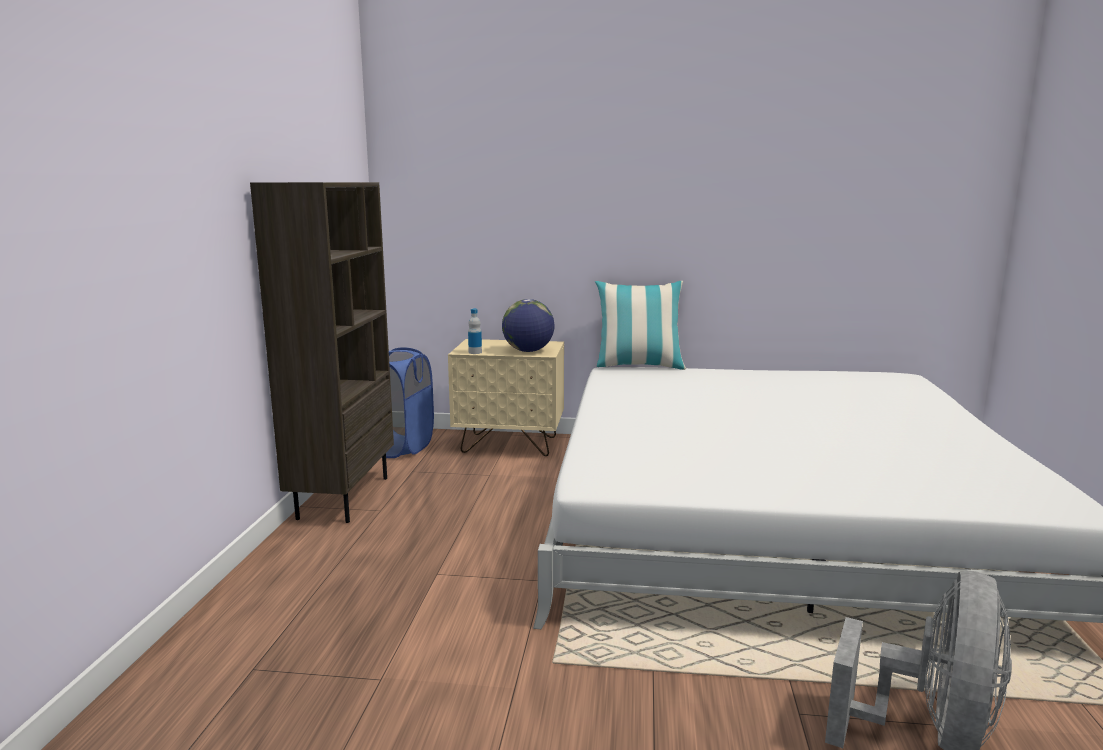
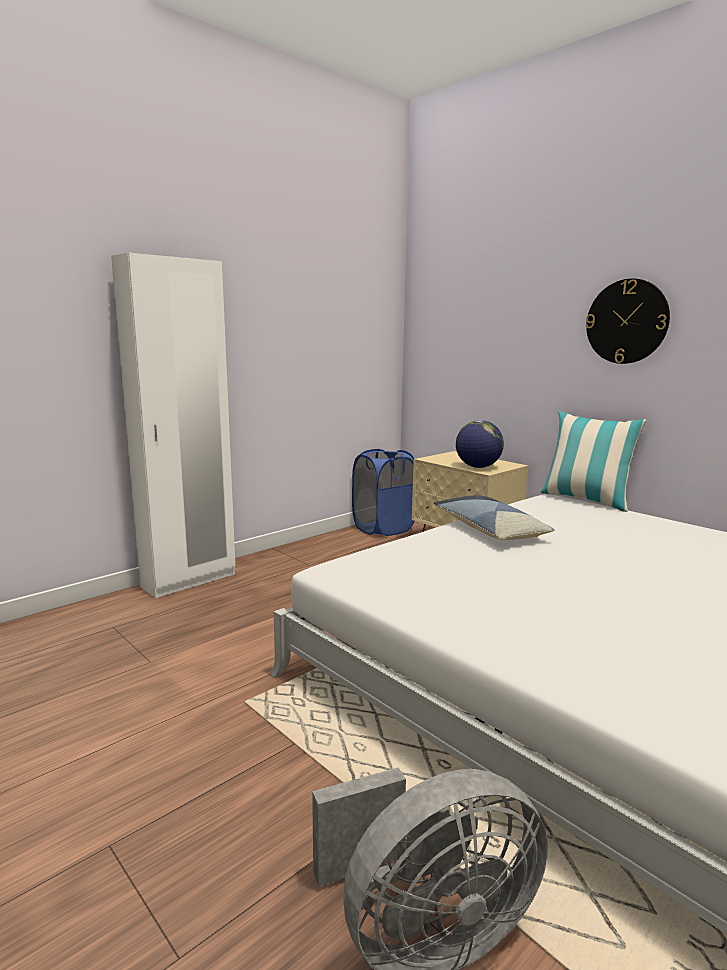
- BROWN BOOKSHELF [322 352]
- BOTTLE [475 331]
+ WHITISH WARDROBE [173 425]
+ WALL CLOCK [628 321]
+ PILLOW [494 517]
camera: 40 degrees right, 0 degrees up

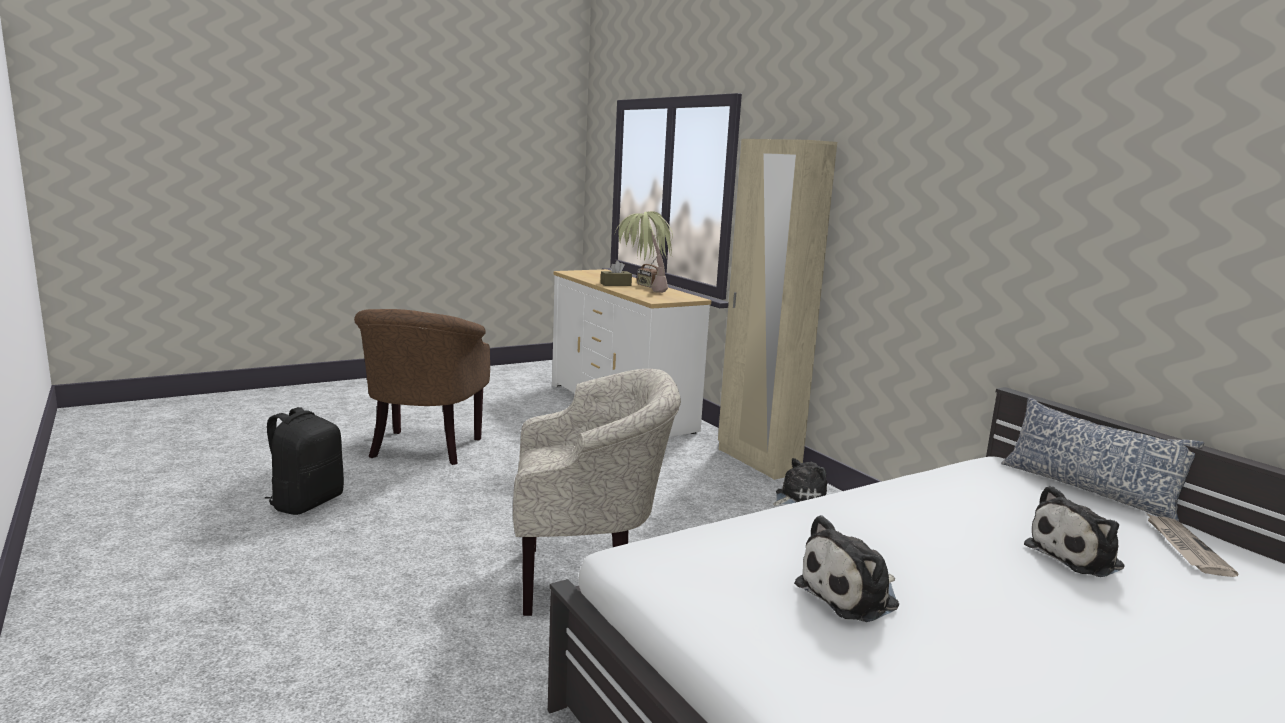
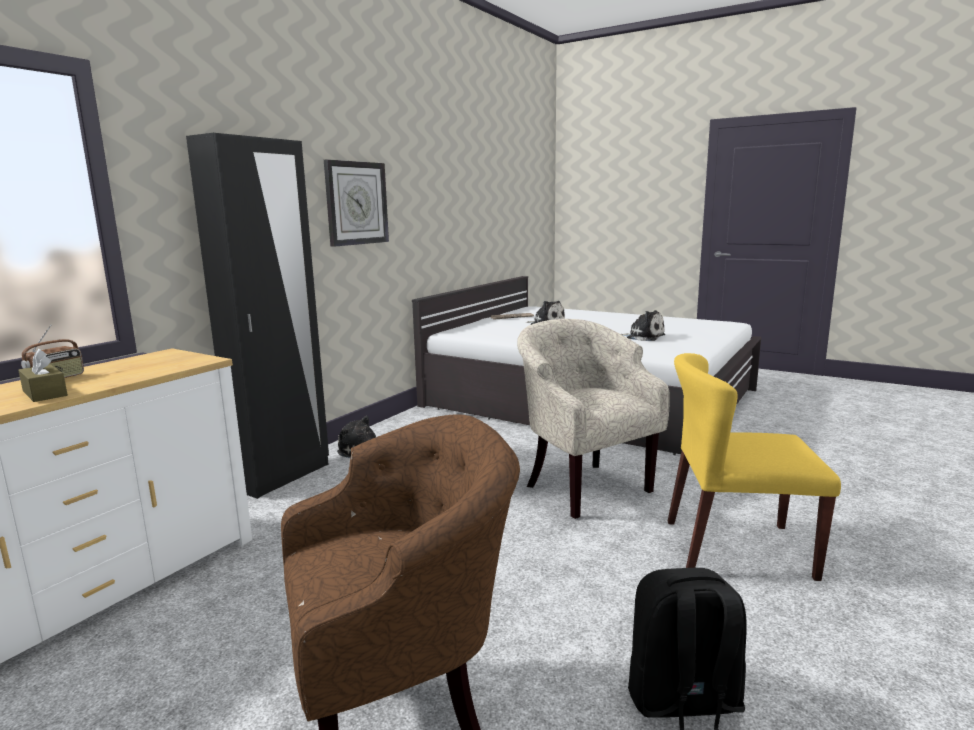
~ SAND-COLOURED WARDROBE [777 309] to BLACKISH WARDROBE [257 316]
- HOUSEPLANT [644 252]
- PILLOW [1102 459]
+ WALL CLOCK [356 203]
+ YELLOWISH UPRIGHT CHAIR [754 467]
camera: 115 degrees left, 0 degrees up

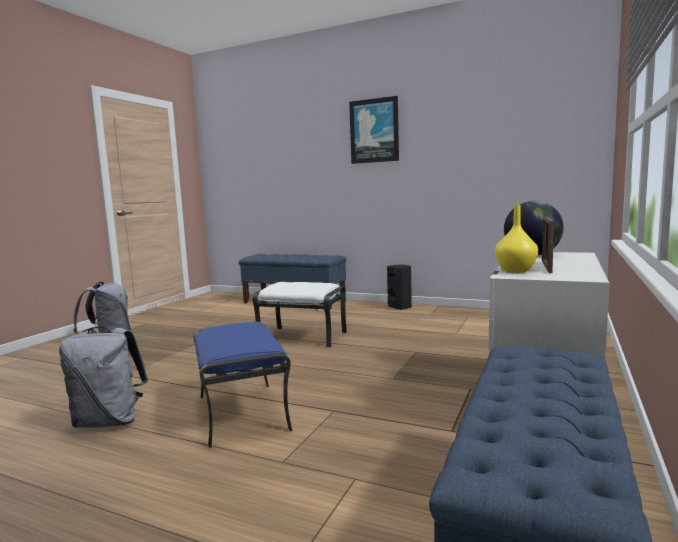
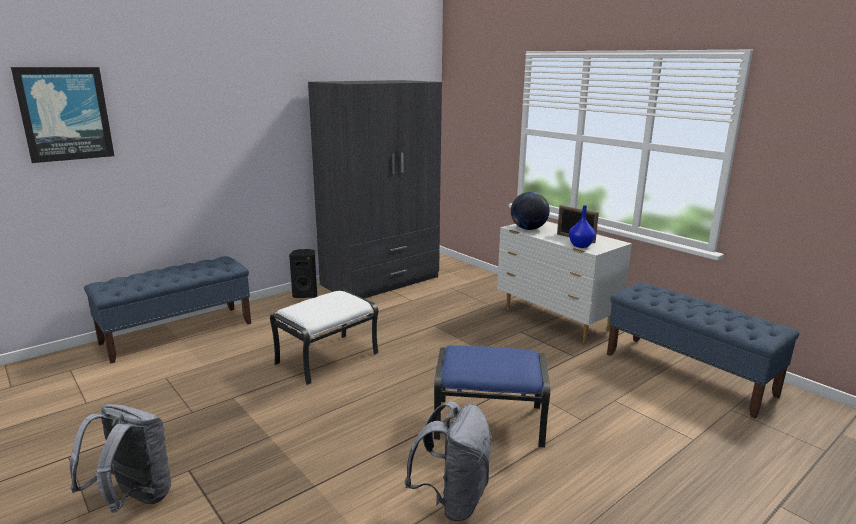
~ WALL ART [374 130] to [62 115]
~ YELLOWISH VASE [516 239] to BLUE-COLOURED VASE [582 226]
+ GRAY WARDROBE [375 189]
camera: 65 degrees left, 10 degrees up

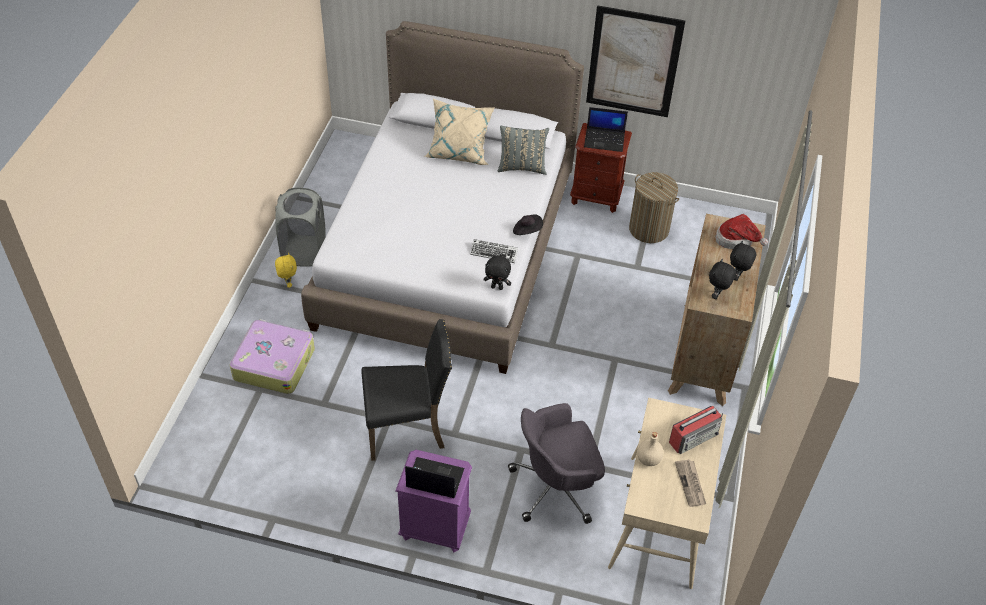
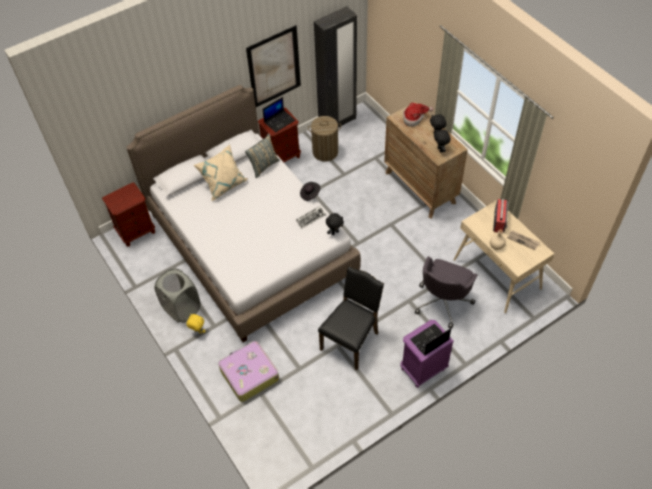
+ BLACKISH WARDROBE [335 67]
+ BROWN NIGHT TABLE [128 214]
camera: 45 degrees left, 5 degrees up

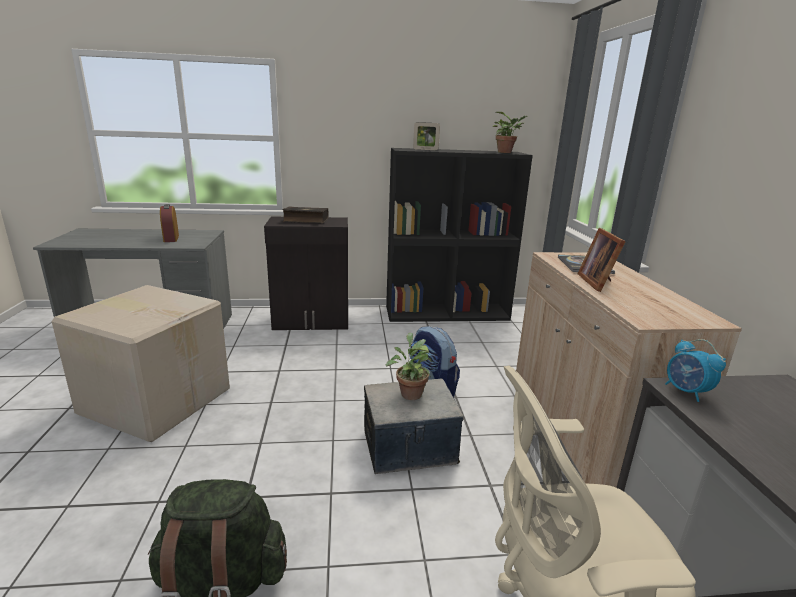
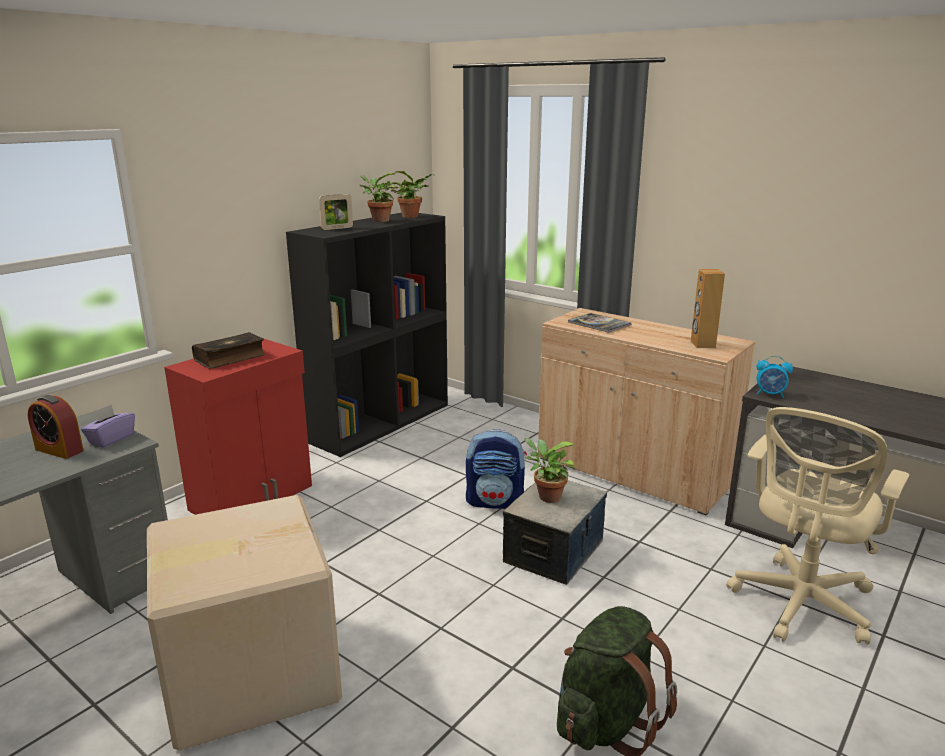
~ BLACKISH CUPBOARD [306 273] to RED CUPBOARD [238 426]
- STANDING FRAME [601 260]
+ HOUSEPLANT [378 197]
+ BROWN AUDIO SPEAKER [708 308]
+ PURPLISH BOX OF TISSUES [108 426]
camera: 45 degrees left, 0 degrees up

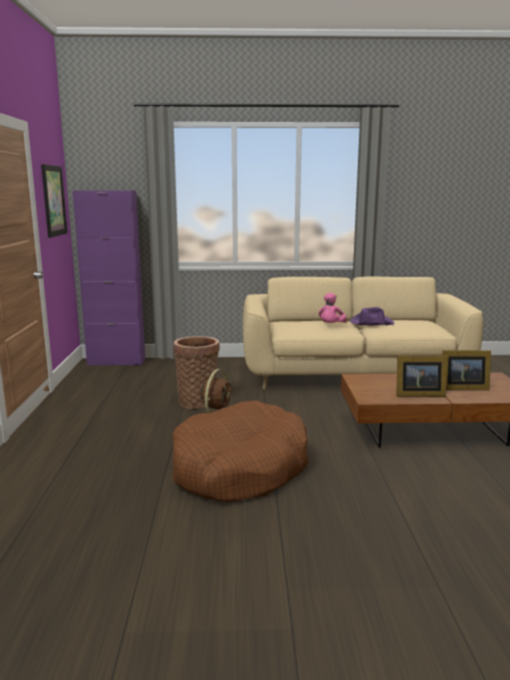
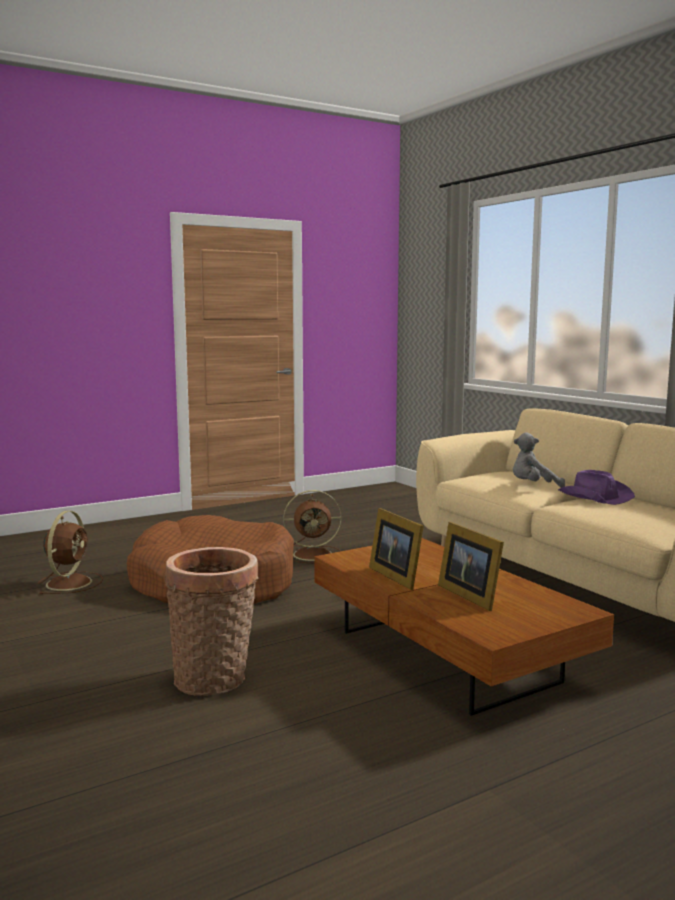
- WALL ART [54 201]
- PURPLISH CUPBOARD [109 278]
~ PINK SOFT TOY [333 308] to GRAY SOFT TOY [539 460]
~ HOUSEHOLD BASKET [196 372] to [212 621]
+ BROWN ELECTRIC FAN [70 552]
camera: 60 degrees right, 5 degrees down

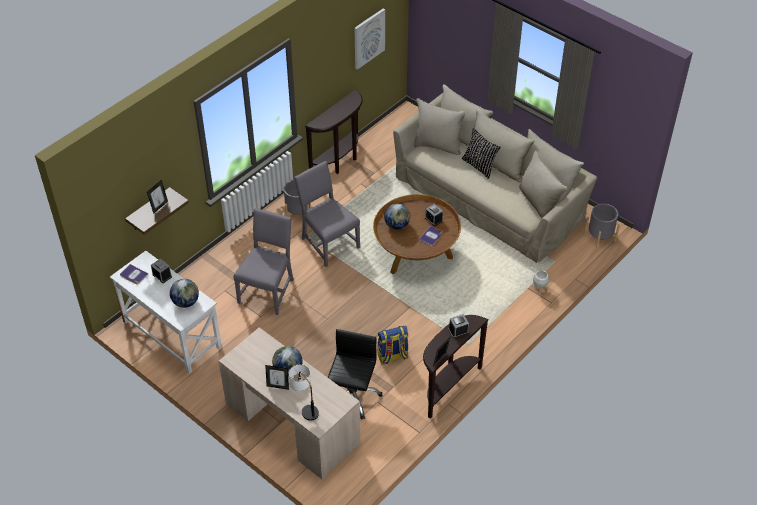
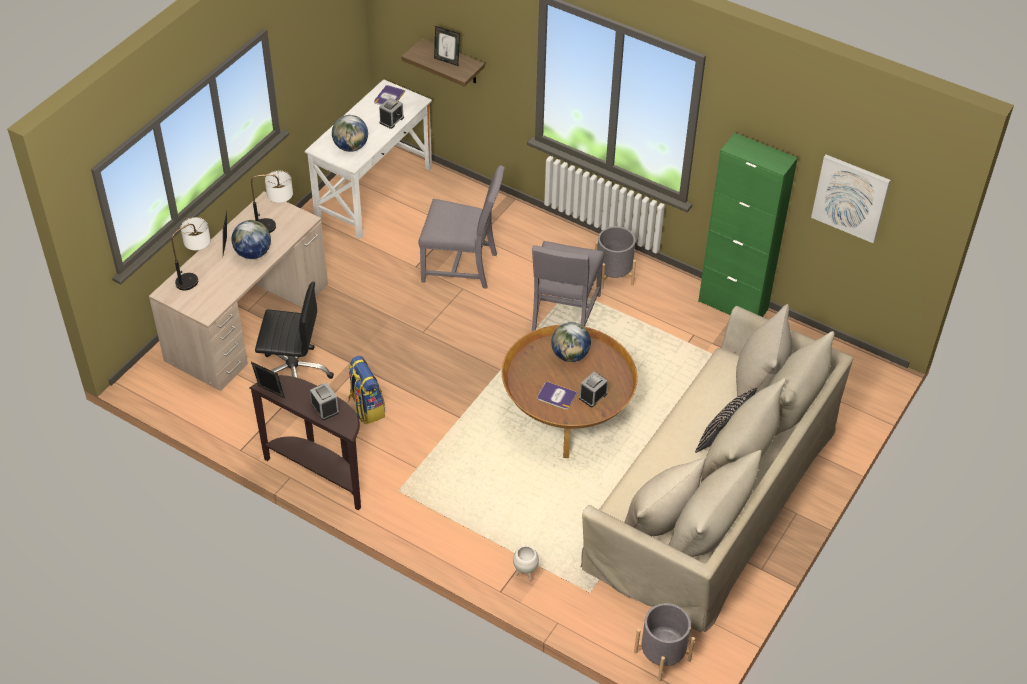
~ BROWN CONSOLE TABLE [334 132] to GREEN CUPBOARD [748 225]
~ GRAY UPRIGHT CHAIR [327 214] = [568 286] 150 degrees clockwise
+ LAMP FOR A TABLE [272 202]
camera: 80 degrees right, 0 degrees up

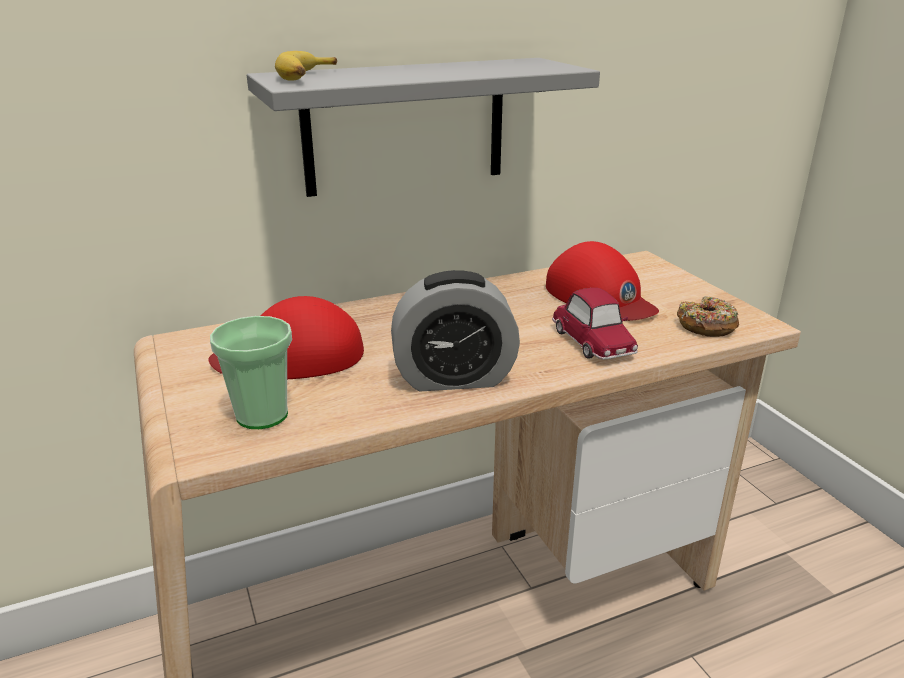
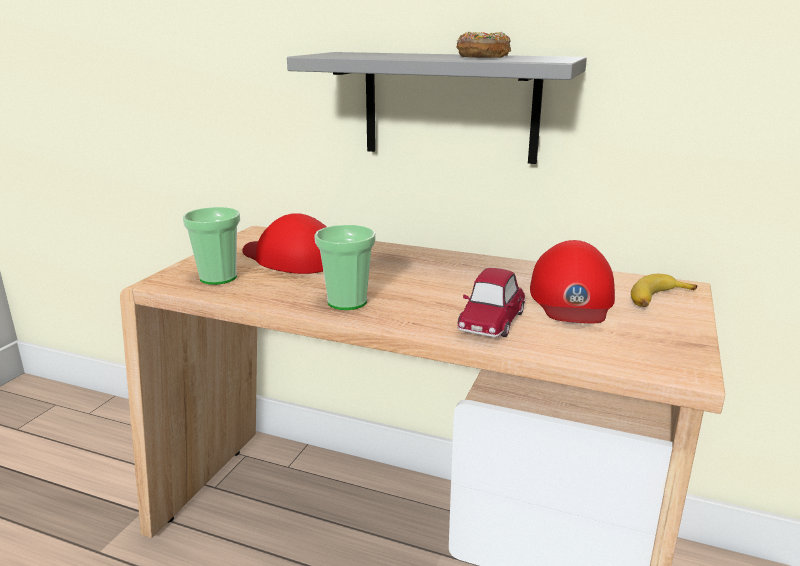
~ WHOLE BANANA [306 66] to [664 290]
~ TABLE CLOCK [455 330] to CUP [345 267]
~ DOUGHNUT [708 316] to [484 45]
camera: 45 degrees right, 5 degrees down

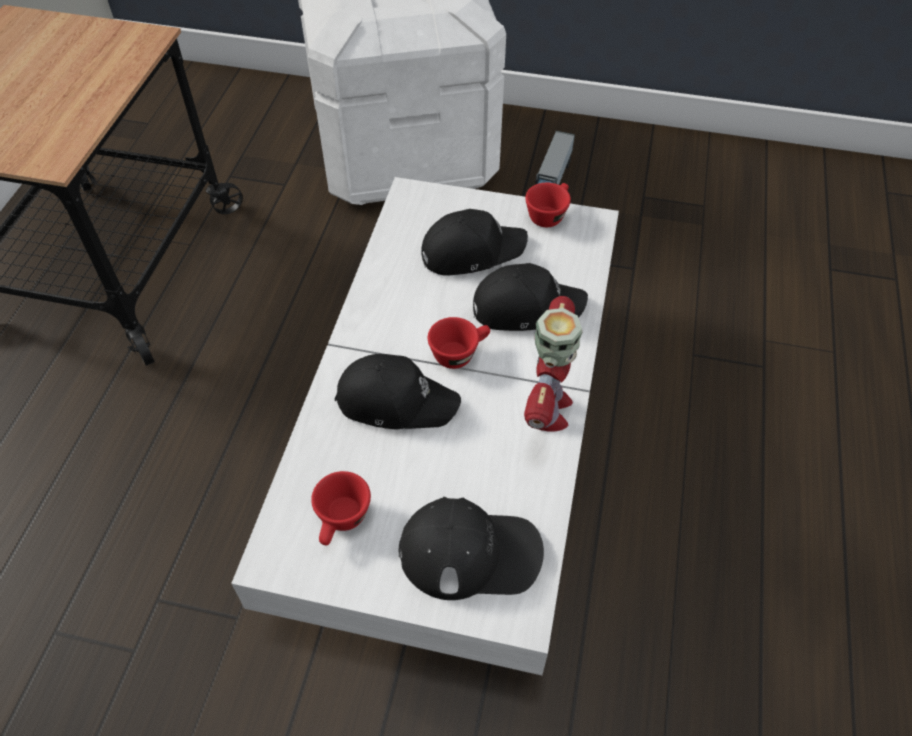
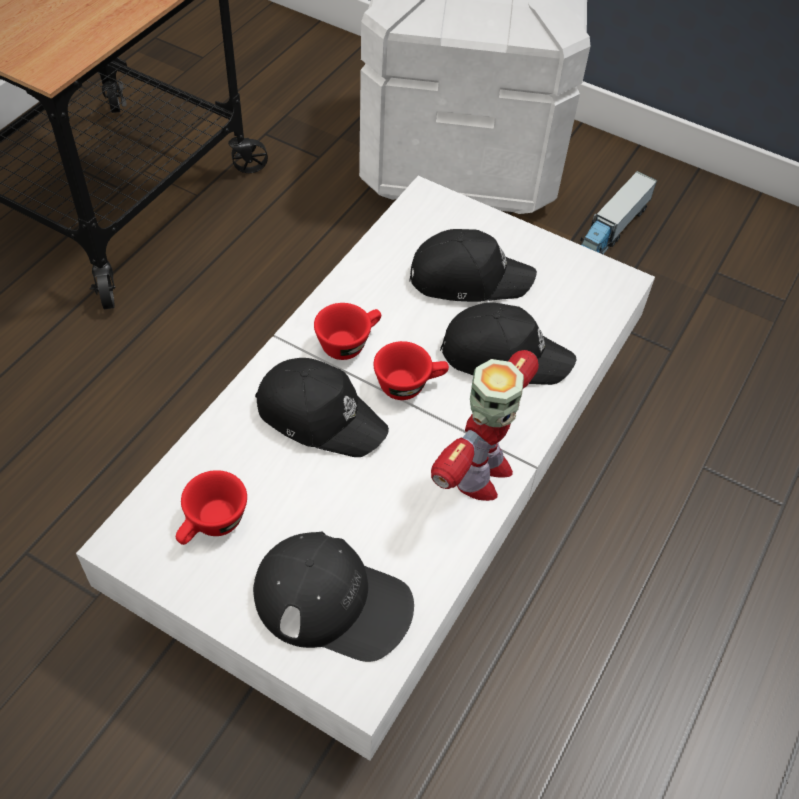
~ RED CUP [548 205] to [347 331]
camera: 15 degrees right, 0 degrees up

